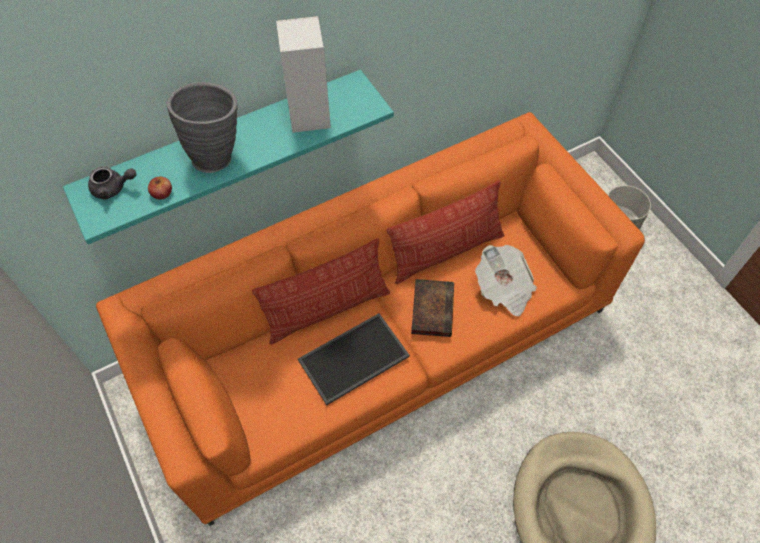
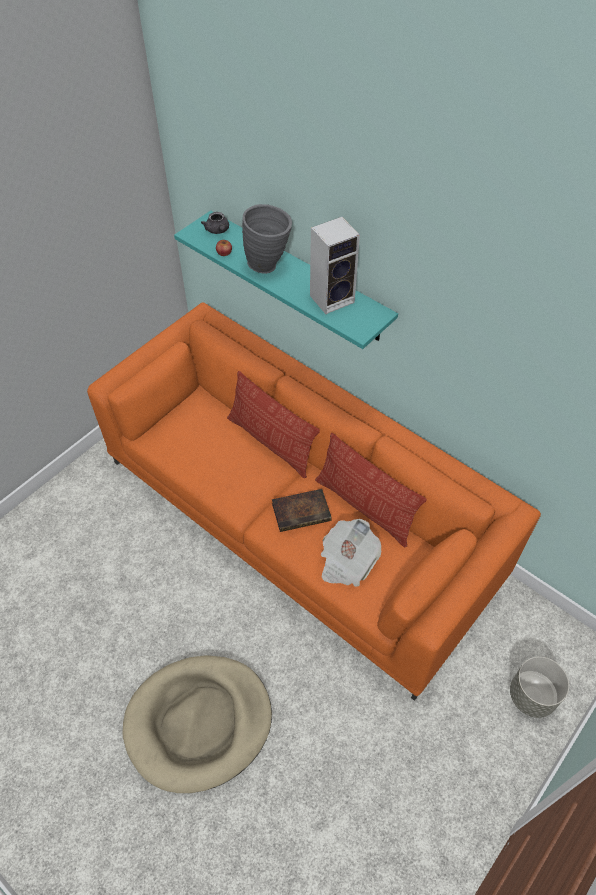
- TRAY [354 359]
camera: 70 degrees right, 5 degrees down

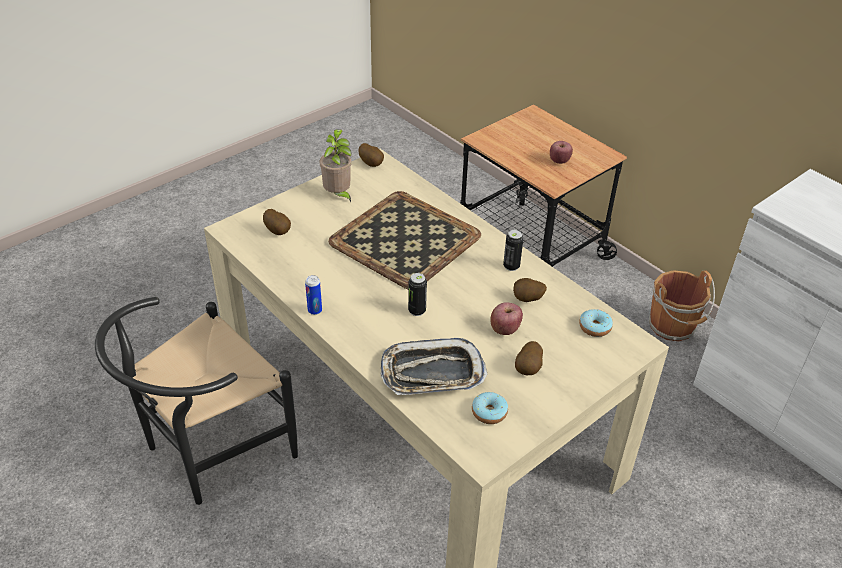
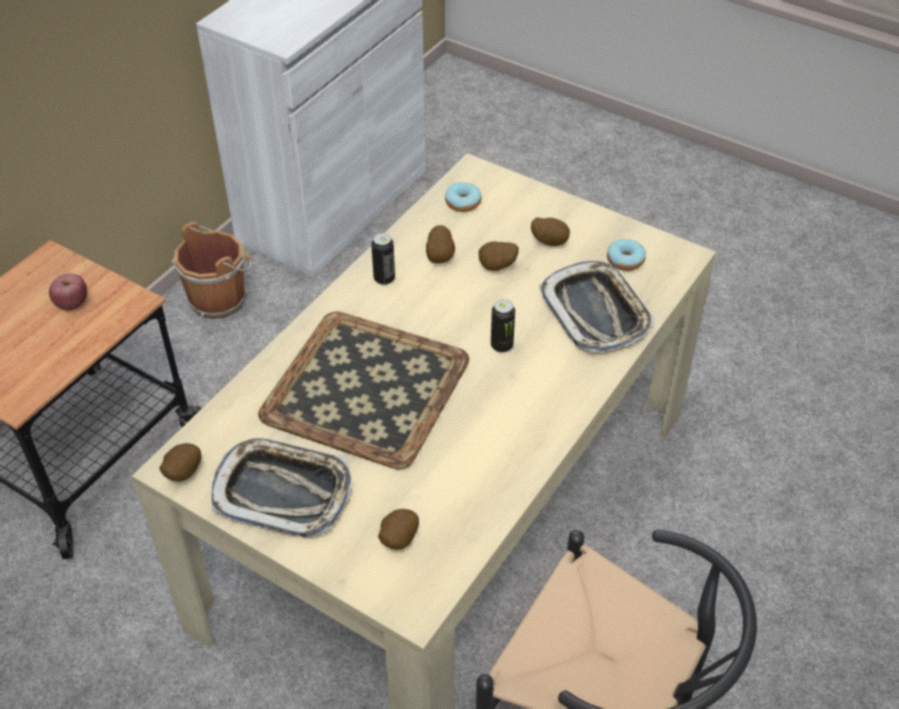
~ HOUSEPLANT [335 165] to TRAY [282 487]
- METAL CAN [313 295]
~ WHOLE APPLE [506 318] to SPUD [498 256]
camera: 105 degrees left, 5 degrees up

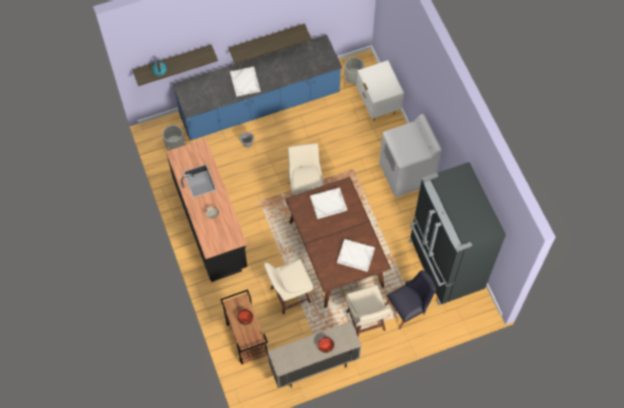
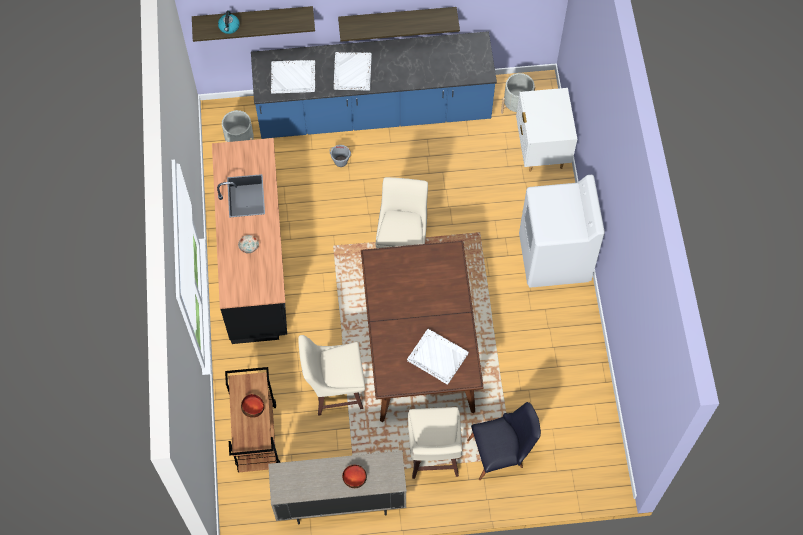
- BLACKISH FRIDGE [457 233]
~ WHITISH TRAY [328 203] to [293 77]
camera: 15 degrees right, 0 degrees up

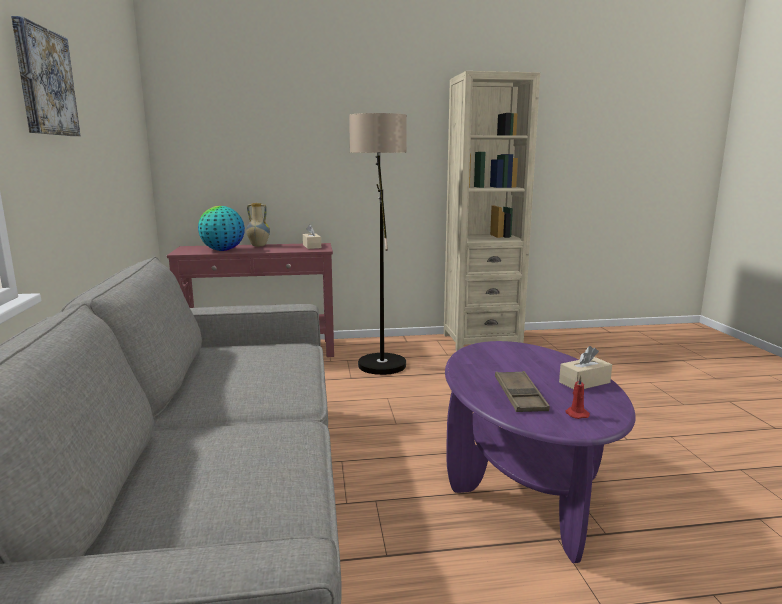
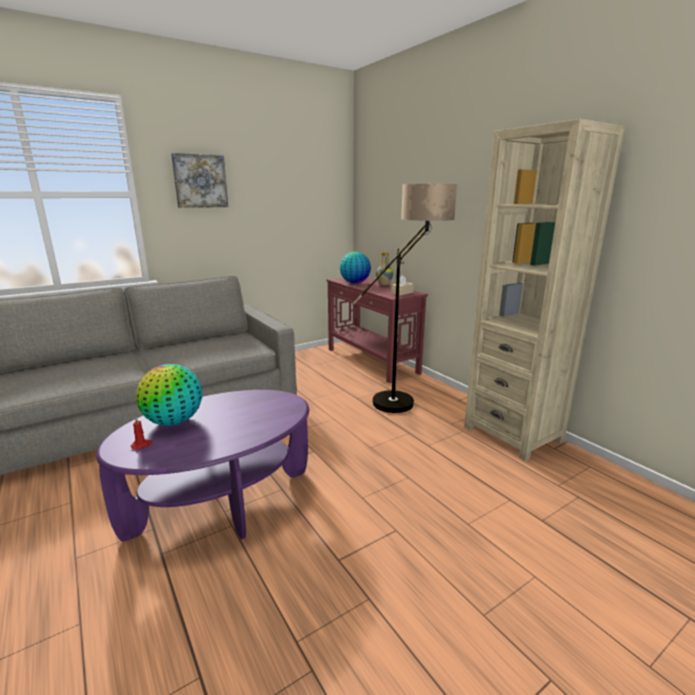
- SAND-COLOURED BOX OF TISSUES [585 368]
~ BROWN TRAY [522 391] to WORLD GLOBE [169 395]
camera: 65 degrees right, 5 degrees up

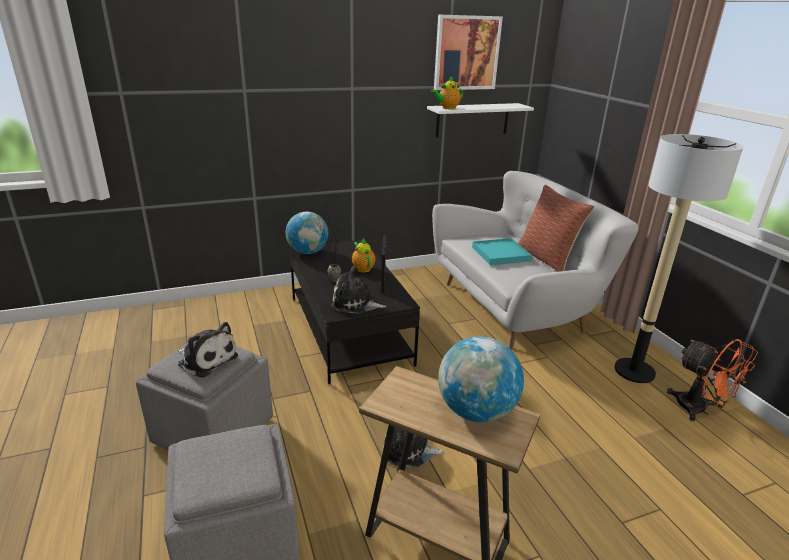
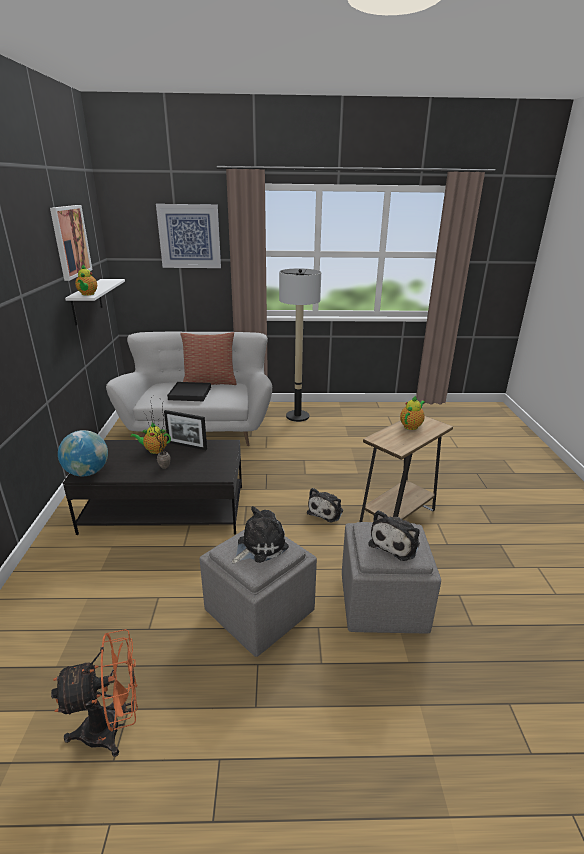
~ BLUE-GREEN TRAY [502 251] to BLACKISH TRAY [189 391]
~ SOFT TOY [358 290] to [394 535]
~ WORLD GLOBE [481 379] to TEA POT [412 413]
~ ORANGE ELECTRIC FAN [712 380] to [94 693]
+ WALL ART [188 236]
camera: 70 degrees left, 0 degrees up

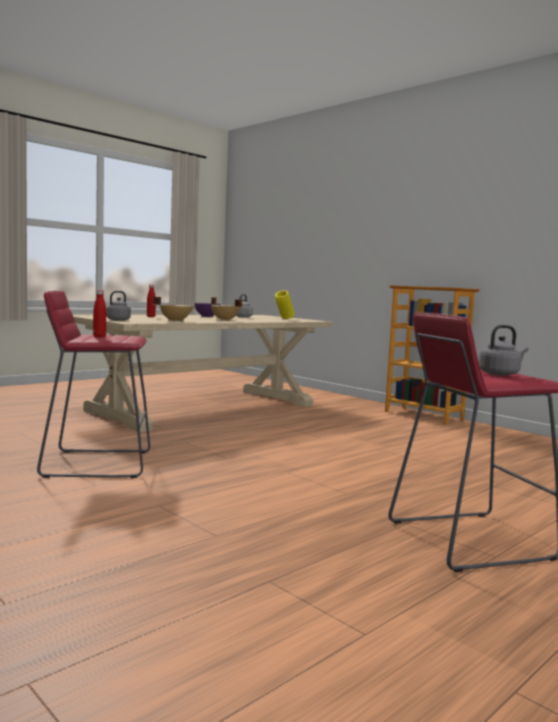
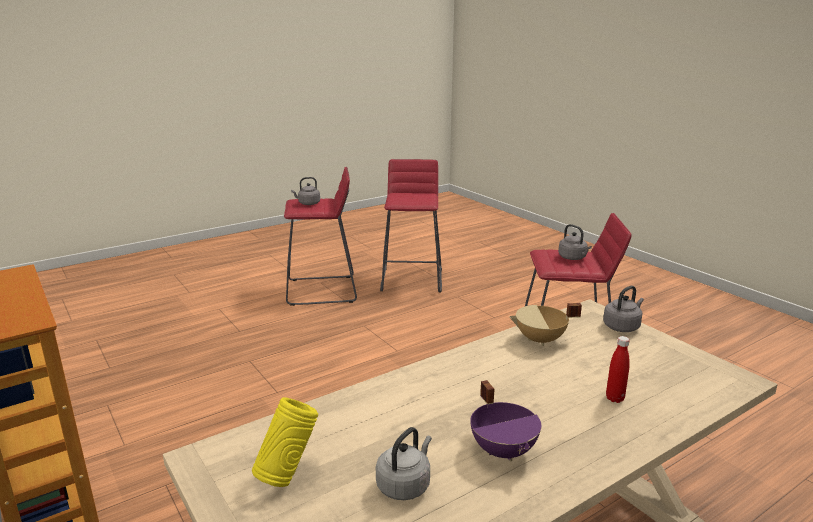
~ RED BOTTLE [99 314] to GRAY WATER KETTLE [575 242]
- SAND-COLOURED STOCKPOT [226 310]
+ RED STOOL SEAT [411 226]
camera: 170 degrees left, 15 degrees up

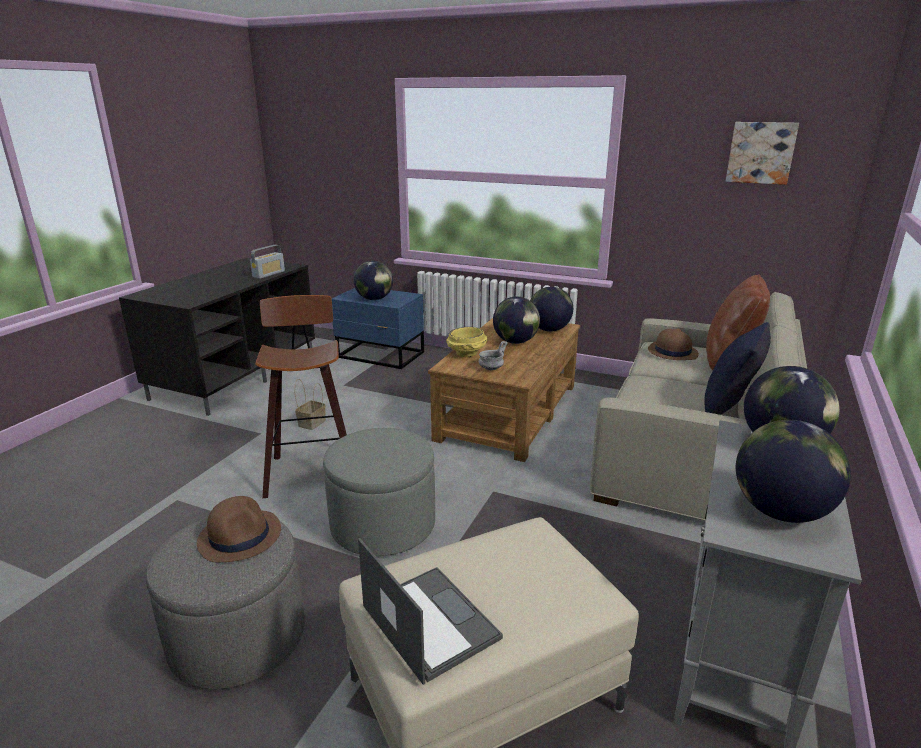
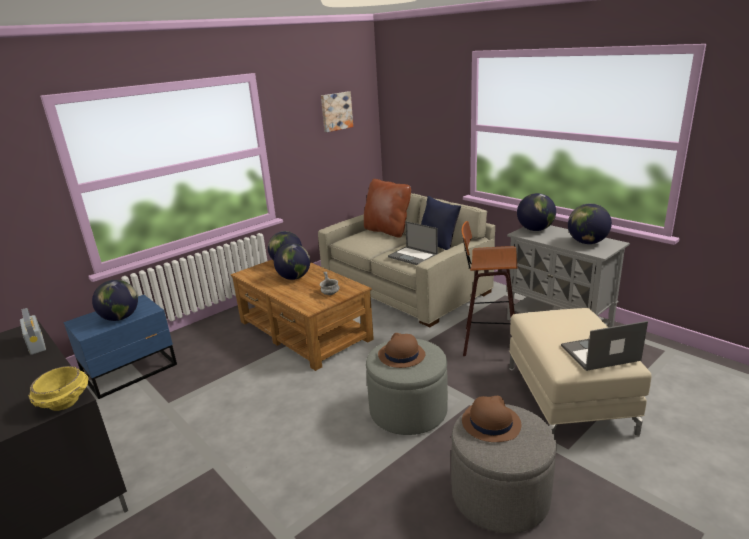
~ STOOL SEAT [301 397] to [490 288]
~ YELLOWISH BOWL [466 342] to [58 388]
~ BROWN HAT [673 344] to [401 350]
- HOUSEHOLD BASKET [310 404]
+ PORTABLE COMPUTER [413 243]
camera: 65 degrees left, 0 degrees up

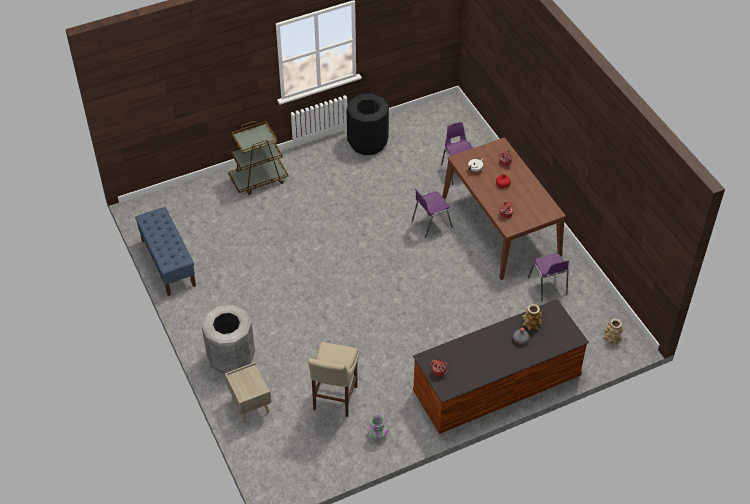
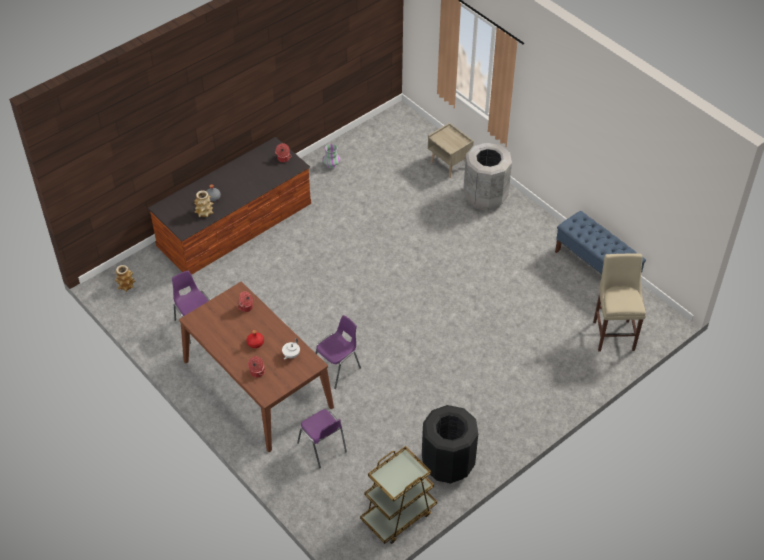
~ BROWN TROLLEY [258 158] to [398 495]
~ SAND-COLOURED STOOL SEAT [333 379] to [619 303]
camera: 165 degrees right, 0 degrees up

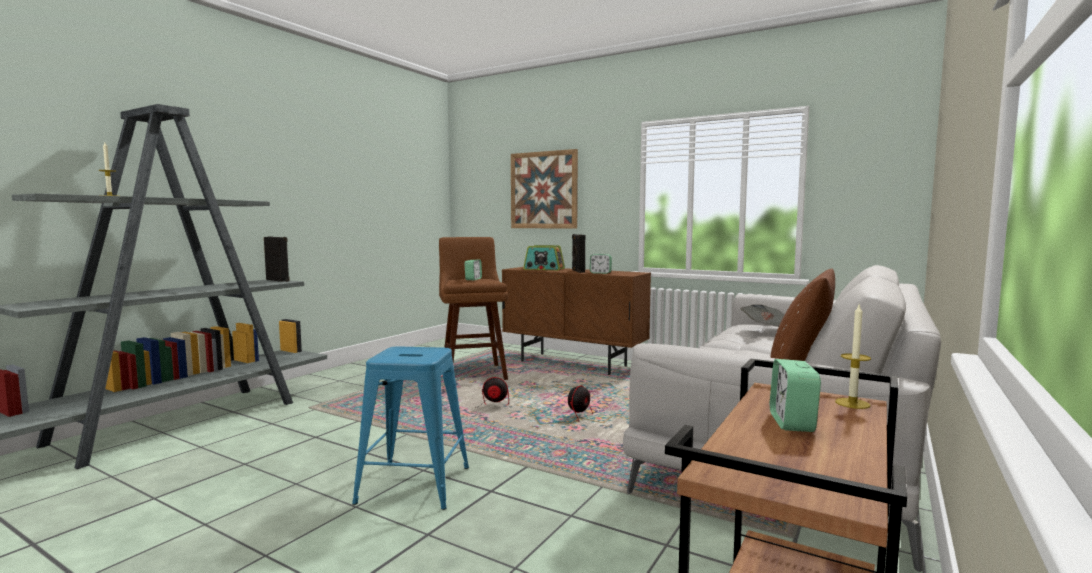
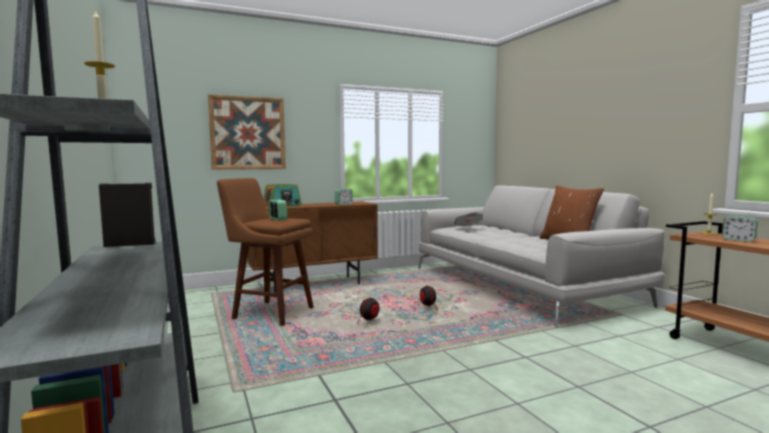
- BLACKISH AUDIO SPEAKER [578 253]
- BLUE-COLOURED STOOL SEAT [410 428]
camera: 55 degrees left, 0 degrees up

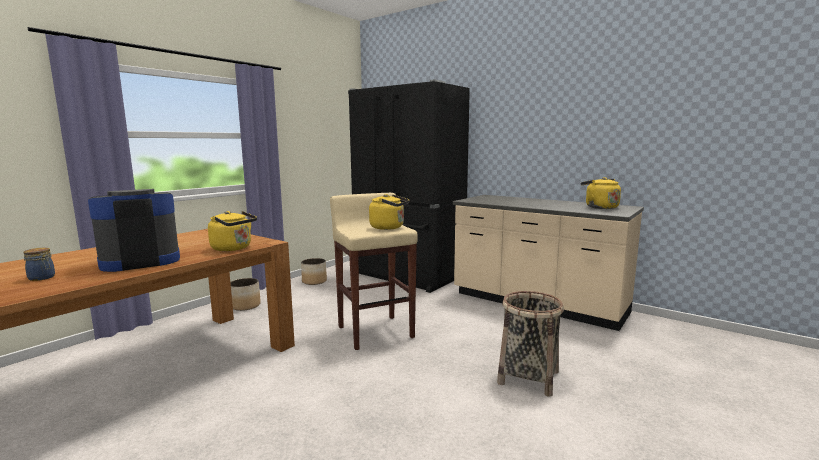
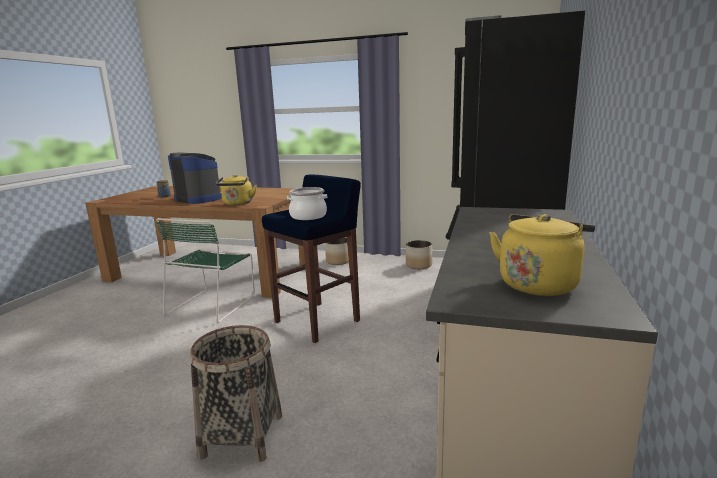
~ SAND-COLOURED STOOL SEAT [374 271] to BLUE-COLOURED STOOL SEAT [311 258]
~ YELLOWISH WATER KETTLE [389 212] to STOCKPOT [307 203]
+ GREEN UPRIGHT CHAIR [205 270]
camera: 70 degrees right, 5 degrees up

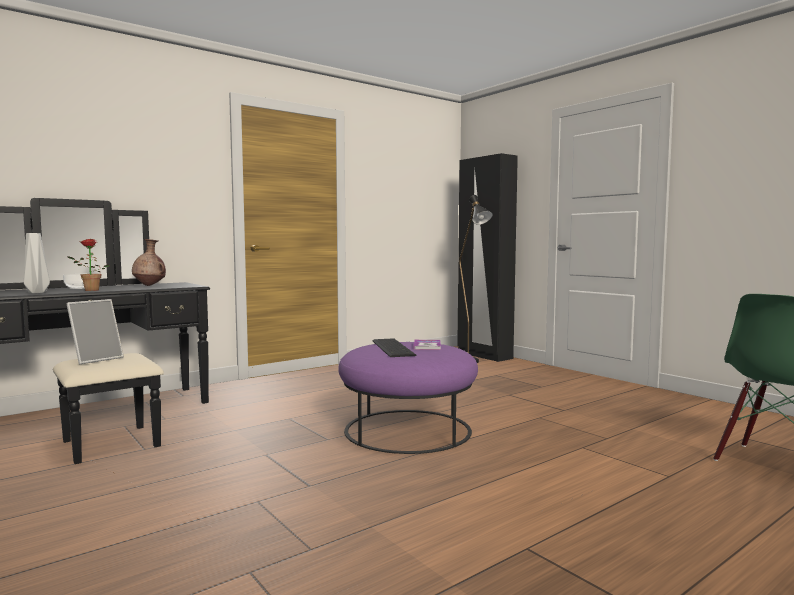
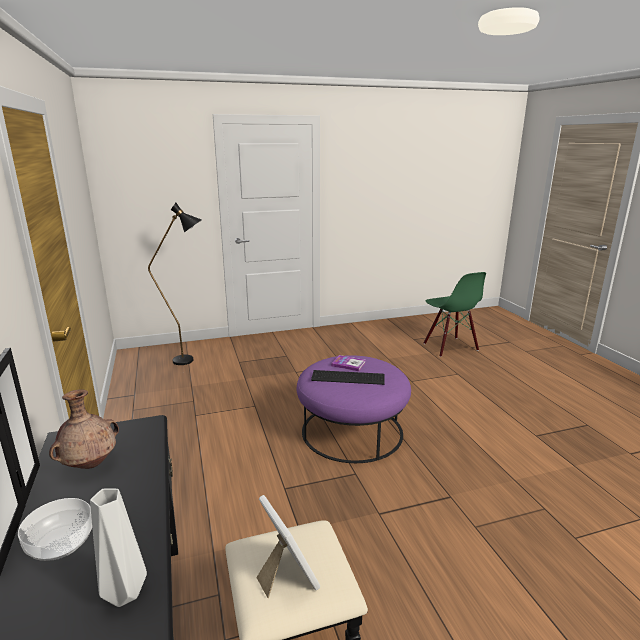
- BLACKISH WARDROBE [487 257]
- HOUSEPLANT [88 265]
camera: 70 degrees left, 15 degrees up

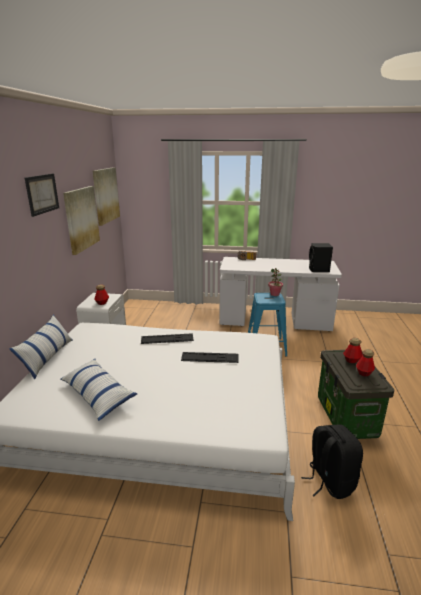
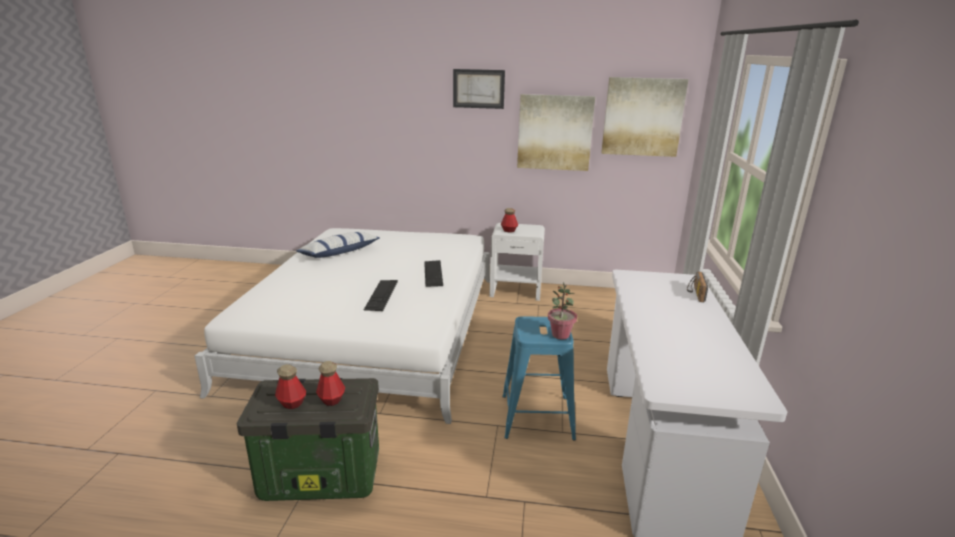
- BLACKISH AUDIO SPEAKER [321 257]
- PILLOW [41 347]
- BLACKISH RUCKSACK [332 462]
camera: 90 degrees right, 0 degrees up

